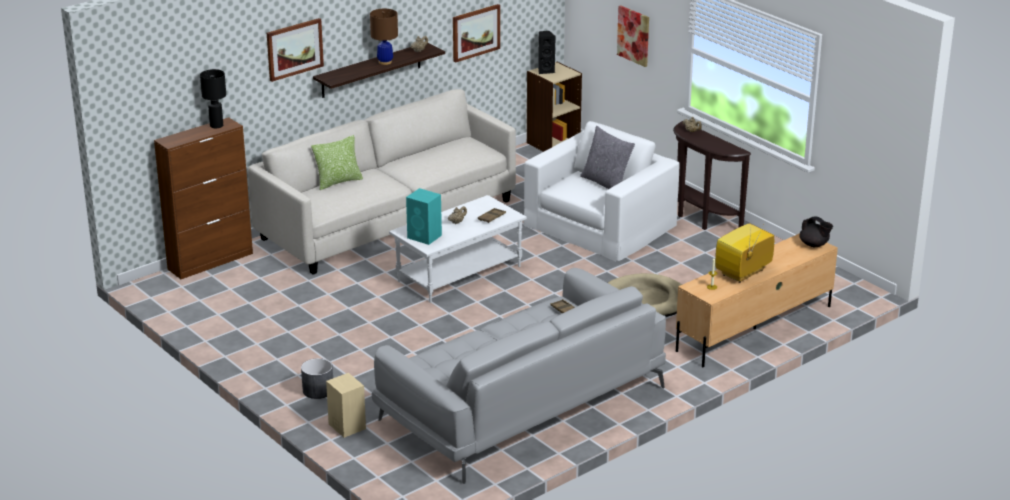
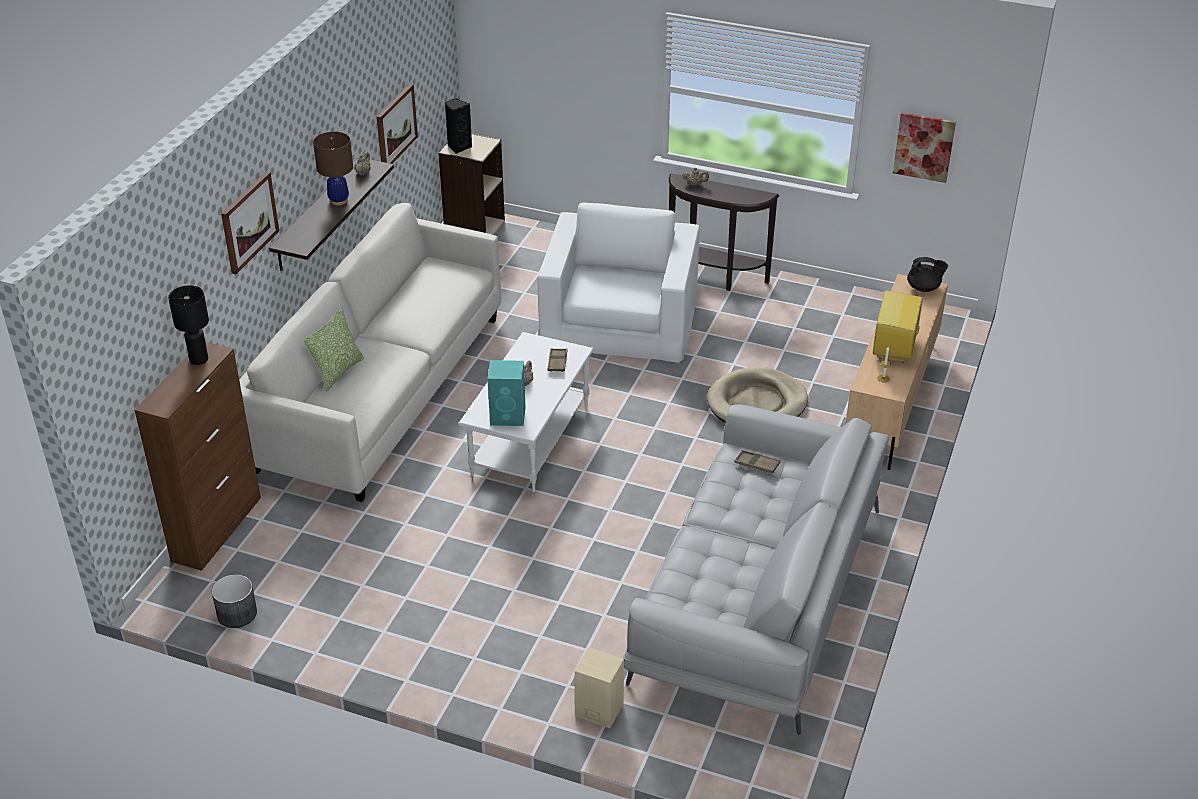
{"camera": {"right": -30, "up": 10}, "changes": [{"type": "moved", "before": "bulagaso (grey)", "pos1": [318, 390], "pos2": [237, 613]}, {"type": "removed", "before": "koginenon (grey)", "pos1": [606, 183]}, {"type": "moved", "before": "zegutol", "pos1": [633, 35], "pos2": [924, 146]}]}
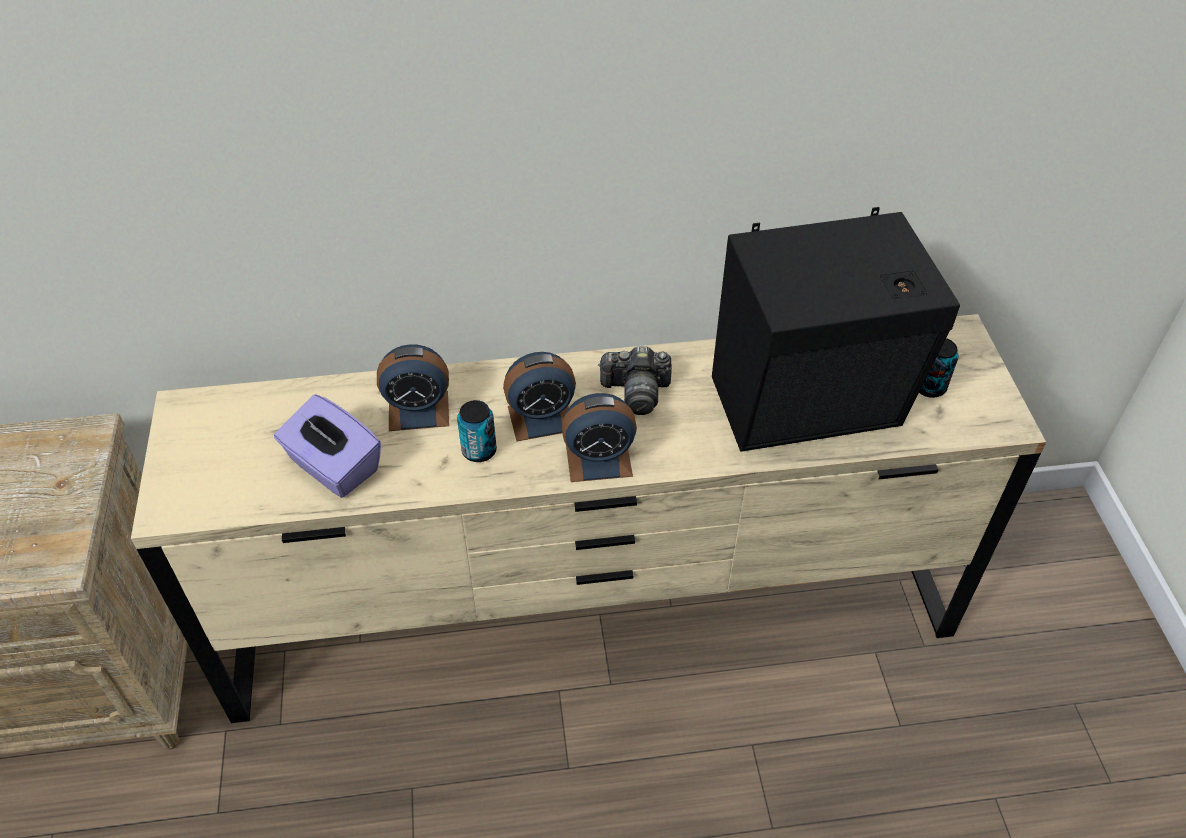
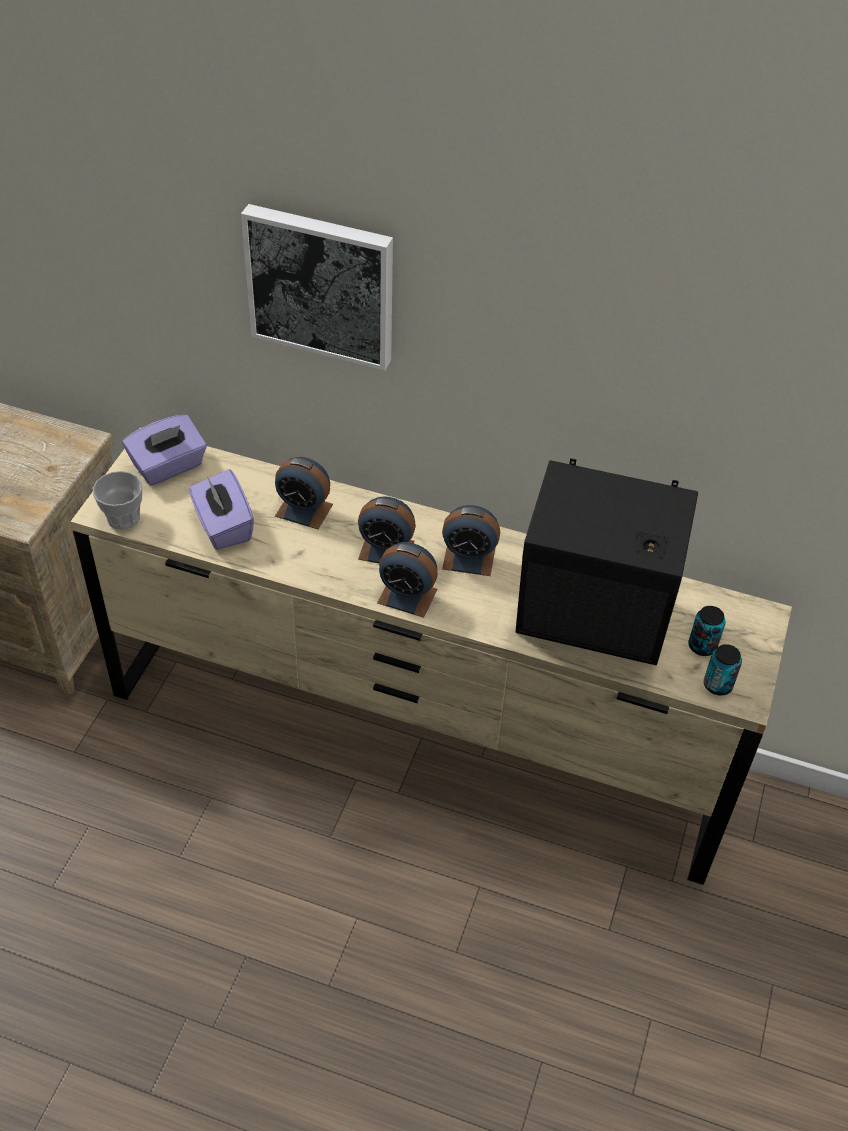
{"camera": {"right": 25, "up": 0}, "changes": [{"type": "moved", "before": "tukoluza", "pos1": [479, 451], "pos2": [717, 685]}, {"type": "replaced", "before": "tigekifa", "after": "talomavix", "pos1": [636, 392], "pos2": [469, 558]}, {"type": "added", "after": "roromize", "pos2": [123, 518]}, {"type": "added", "after": "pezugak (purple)", "pos2": [168, 467]}, {"type": "added", "after": "zegutol", "pos2": [322, 284]}]}
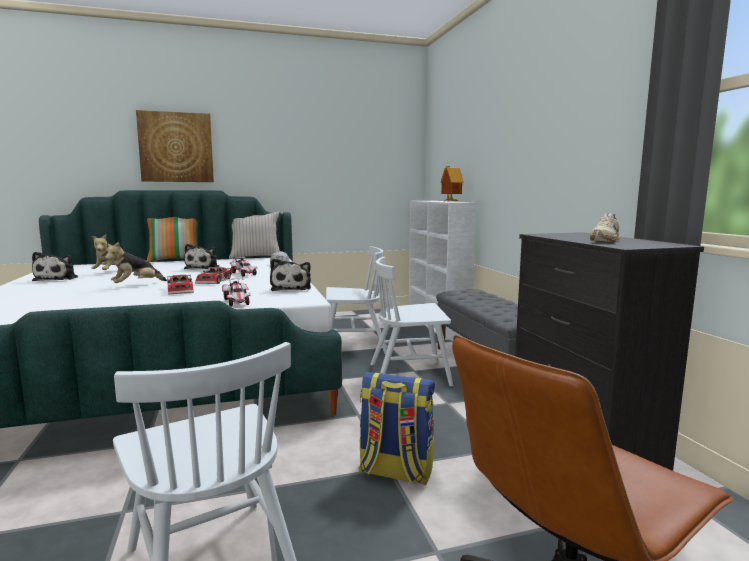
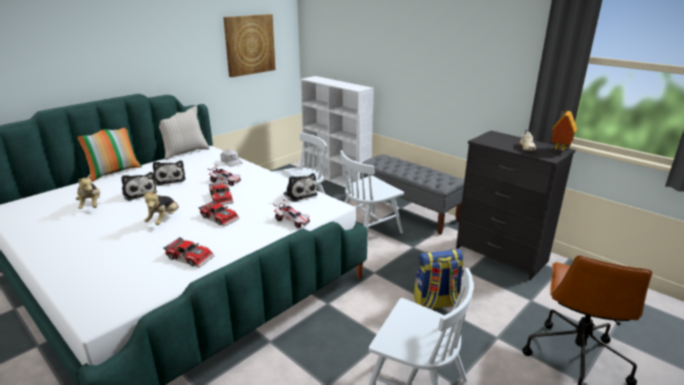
{"camera": {"right": -30, "up": 15}, "changes": [{"type": "moved", "before": "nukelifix", "pos1": [57, 279], "pos2": [139, 193]}, {"type": "moved", "before": "zegutol", "pos1": [176, 147], "pos2": [249, 45]}, {"type": "moved", "before": "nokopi", "pos1": [450, 201], "pos2": [558, 149]}, {"type": "added", "after": "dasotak", "pos2": [190, 256]}]}
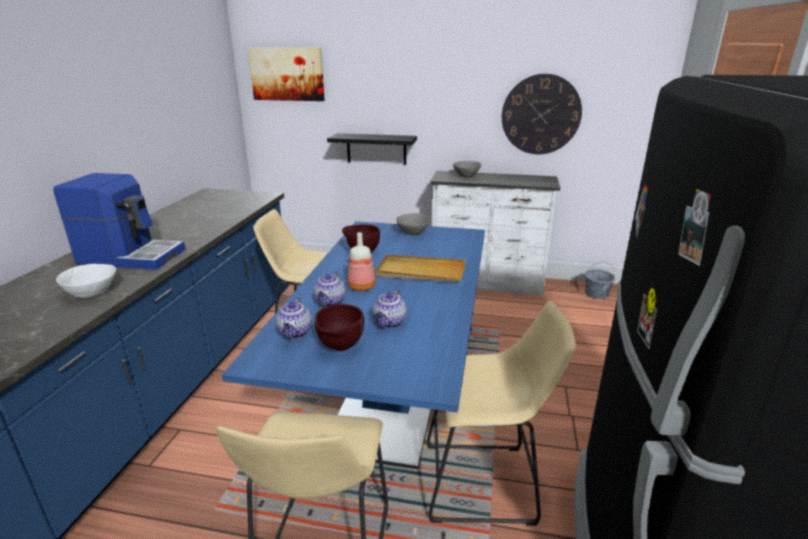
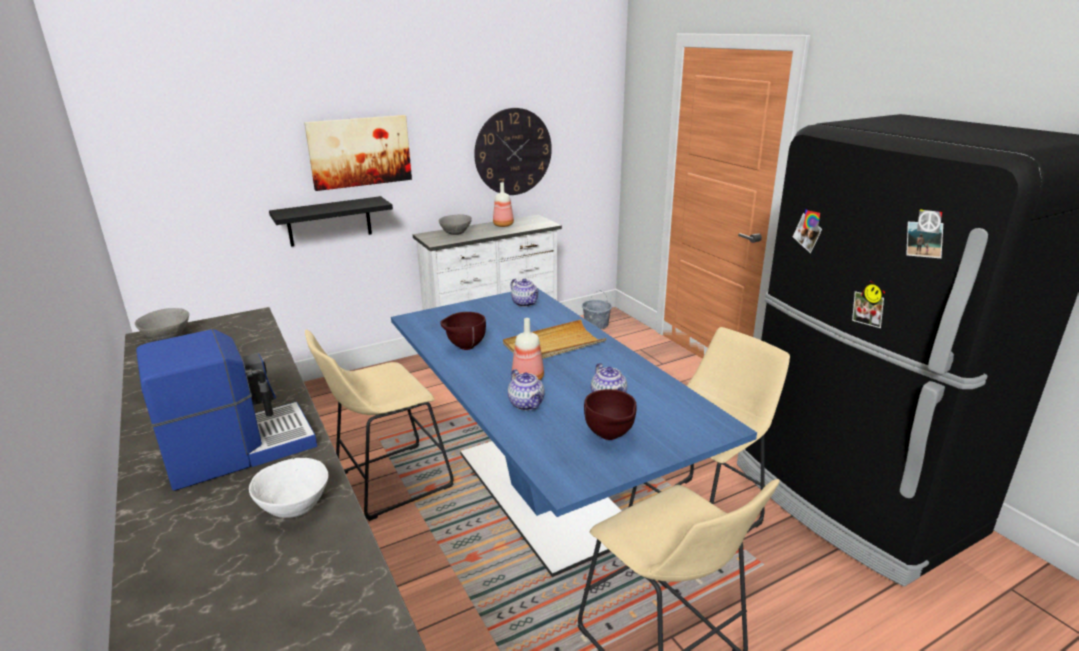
{"camera": {"right": -40, "up": 0}, "changes": [{"type": "moved", "before": "zegutol", "pos1": [287, 74], "pos2": [359, 151]}, {"type": "moved", "before": "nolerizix", "pos1": [295, 333], "pos2": [525, 303]}, {"type": "moved", "before": "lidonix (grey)", "pos1": [412, 232], "pos2": [166, 337]}, {"type": "added", "after": "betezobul", "pos2": [504, 225]}]}
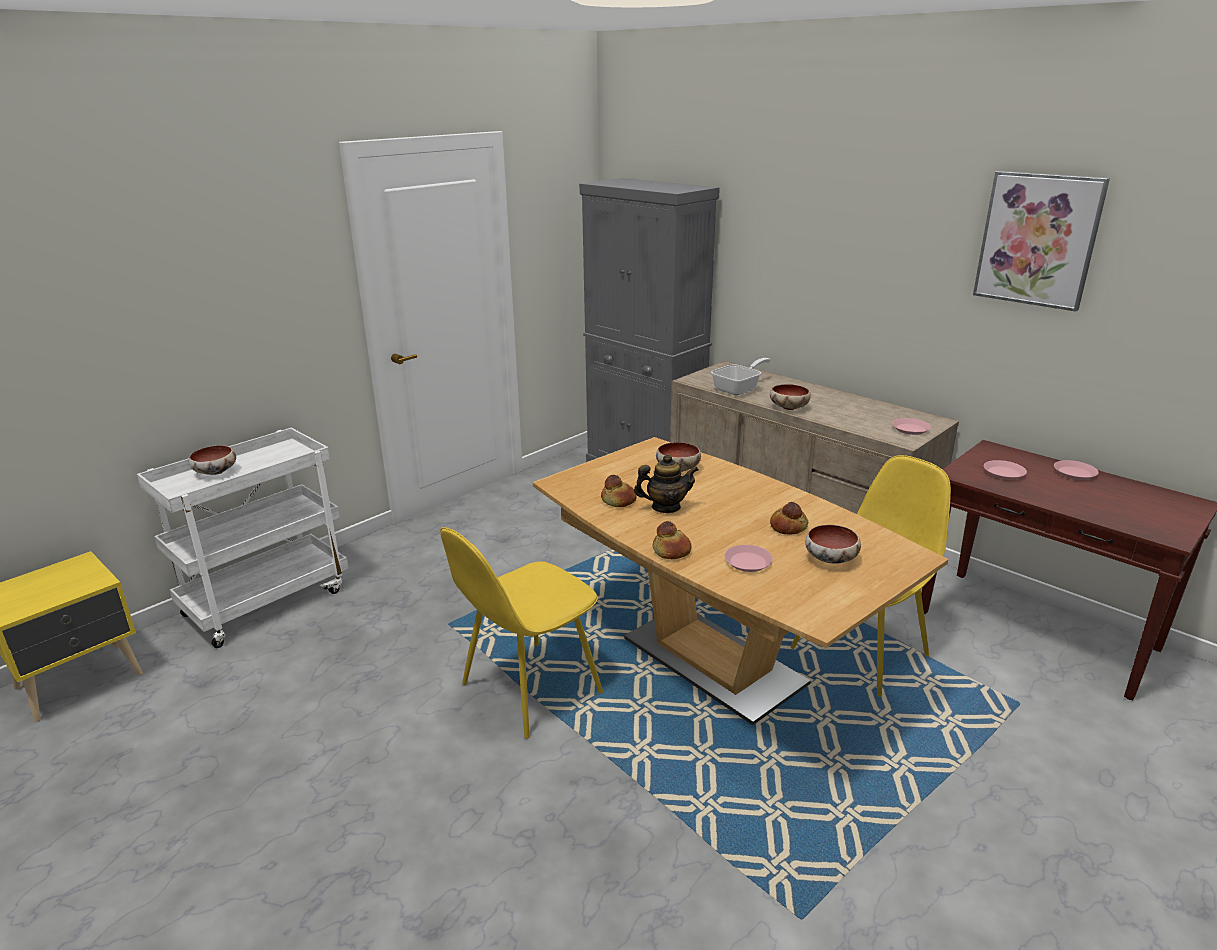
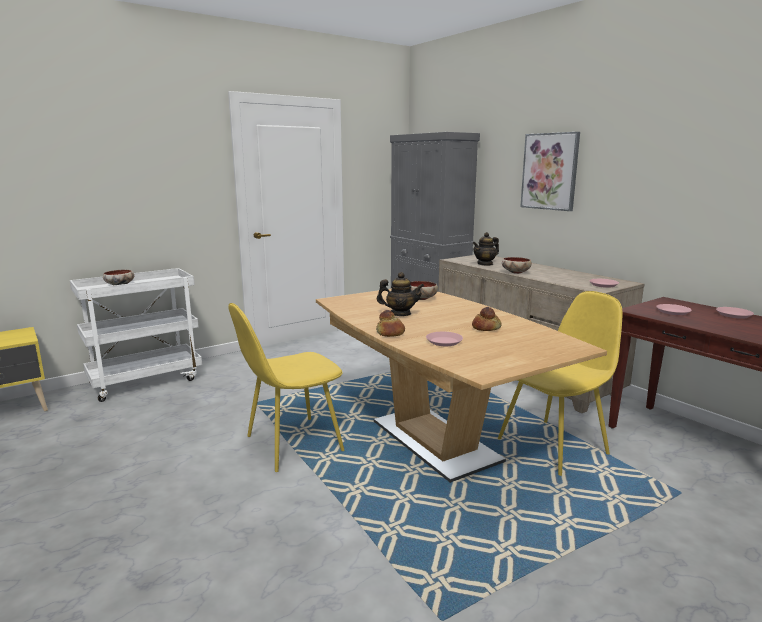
{"camera": {"right": 10, "up": -10}, "changes": [{"type": "removed", "before": "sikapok", "pos1": [619, 500]}, {"type": "replaced", "before": "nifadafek", "after": "nolerizix", "pos1": [739, 388], "pos2": [485, 264]}, {"type": "removed", "before": "lidonix", "pos1": [830, 559]}, {"type": "moved", "before": "zegutol", "pos1": [1038, 240], "pos2": [550, 171]}]}
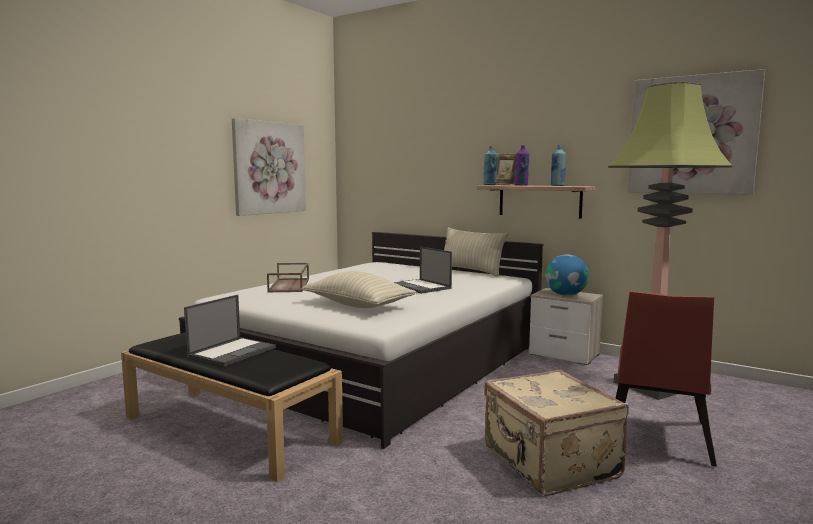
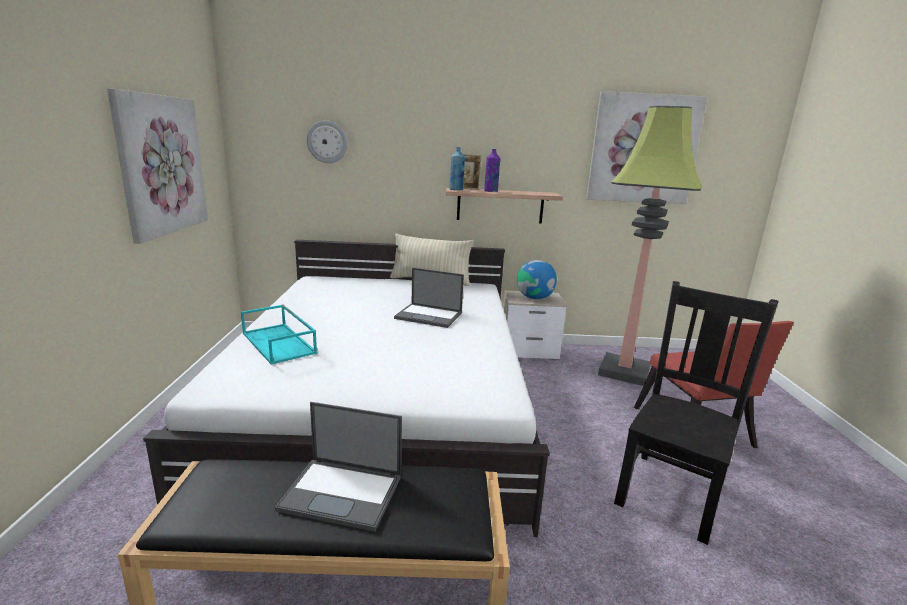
{"camera": {"right": -35, "up": 10}, "changes": [{"type": "turned", "before": "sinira", "pos1": [232, 352], "pos2": [343, 492], "turn": 105}, {"type": "recoloured", "before": "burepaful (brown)", "after": "burepaful (turquoise)", "pos1": [290, 285], "pos2": [280, 343]}, {"type": "removed", "before": "koginenon (beige)", "pos1": [358, 305]}, {"type": "replaced", "before": "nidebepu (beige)", "after": "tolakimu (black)", "pos1": [549, 463], "pos2": [671, 491]}, {"type": "removed", "before": "betezobul (blue)", "pos1": [557, 185]}, {"type": "added", "after": "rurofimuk", "pos2": [327, 142]}]}
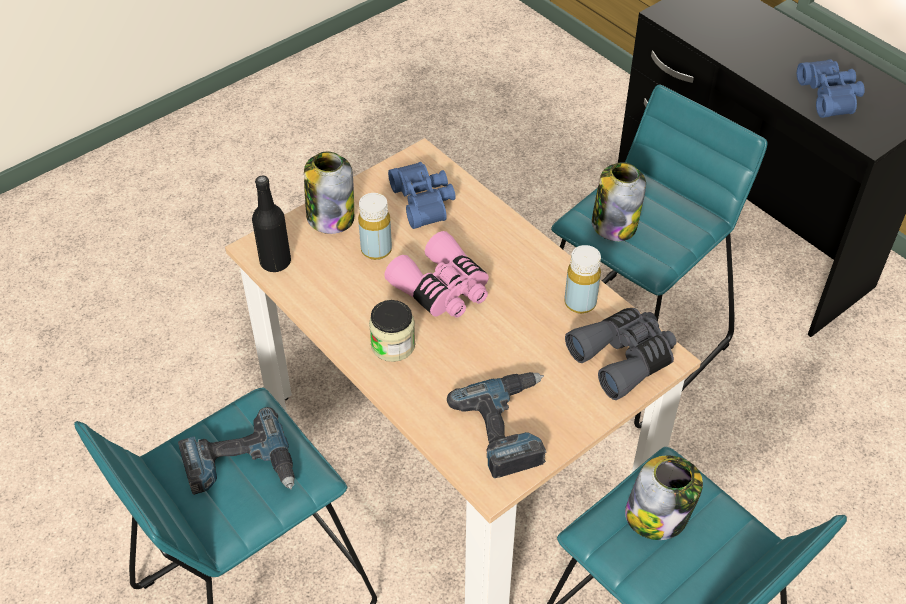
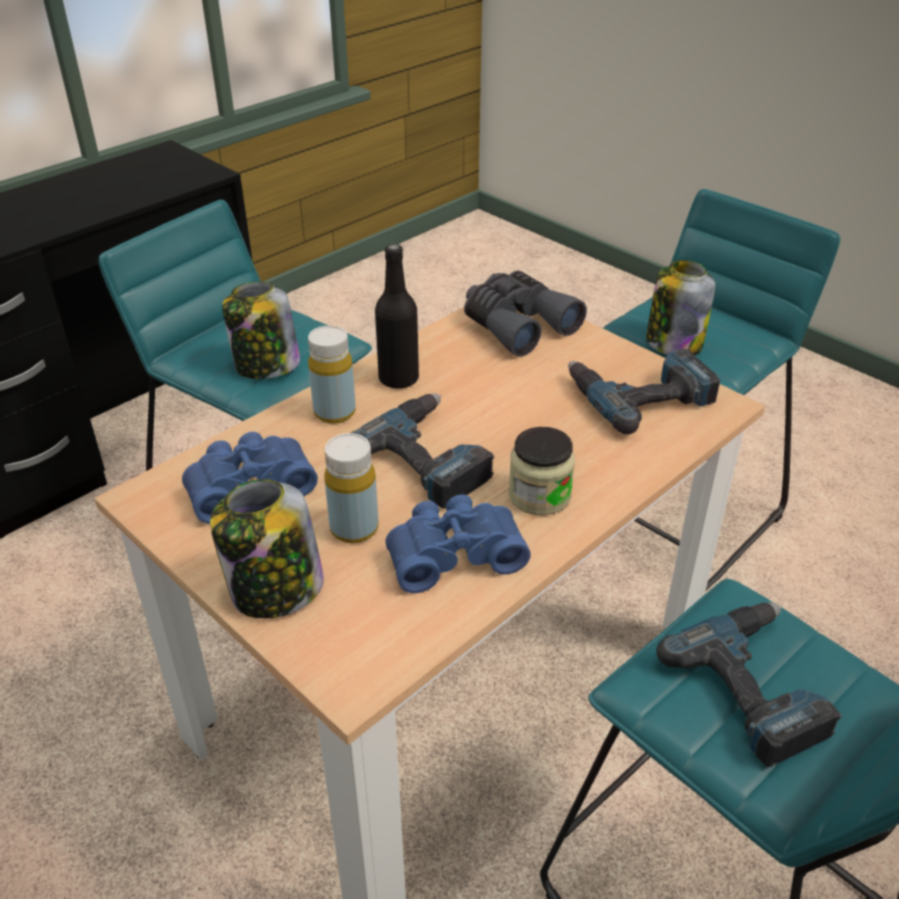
{"camera": {"right": -95, "up": -10}, "changes": [{"type": "moved", "before": "betezobul (black)", "pos1": [275, 262], "pos2": [398, 379]}, {"type": "replaced", "before": "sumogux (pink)", "after": "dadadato", "pos1": [442, 289], "pos2": [430, 457]}, {"type": "moved", "before": "betezobul (yellow)", "pos1": [580, 303], "pos2": [334, 412]}, {"type": "moved", "before": "sumogux (blue)", "pos1": [830, 96], "pos2": [453, 553]}]}
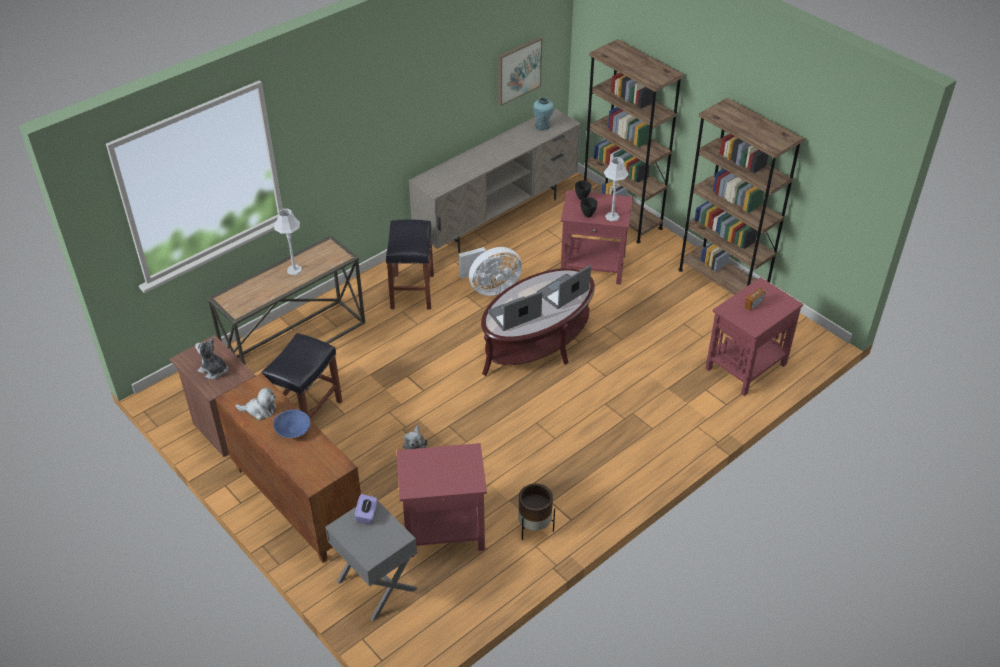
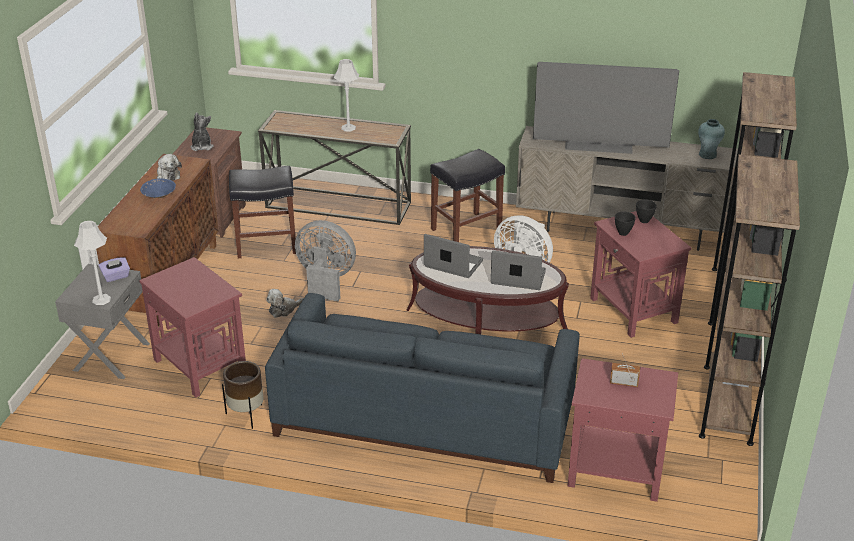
{"camera": {"right": 55, "up": -10}, "changes": [{"type": "removed", "before": "zegutol", "pos1": [518, 70]}, {"type": "moved", "before": "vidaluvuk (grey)", "pos1": [612, 216], "pos2": [101, 299]}, {"type": "added", "after": "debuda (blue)", "pos2": [424, 416]}, {"type": "added", "after": "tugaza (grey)", "pos2": [325, 281]}, {"type": "added", "after": "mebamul", "pos2": [599, 144]}]}
